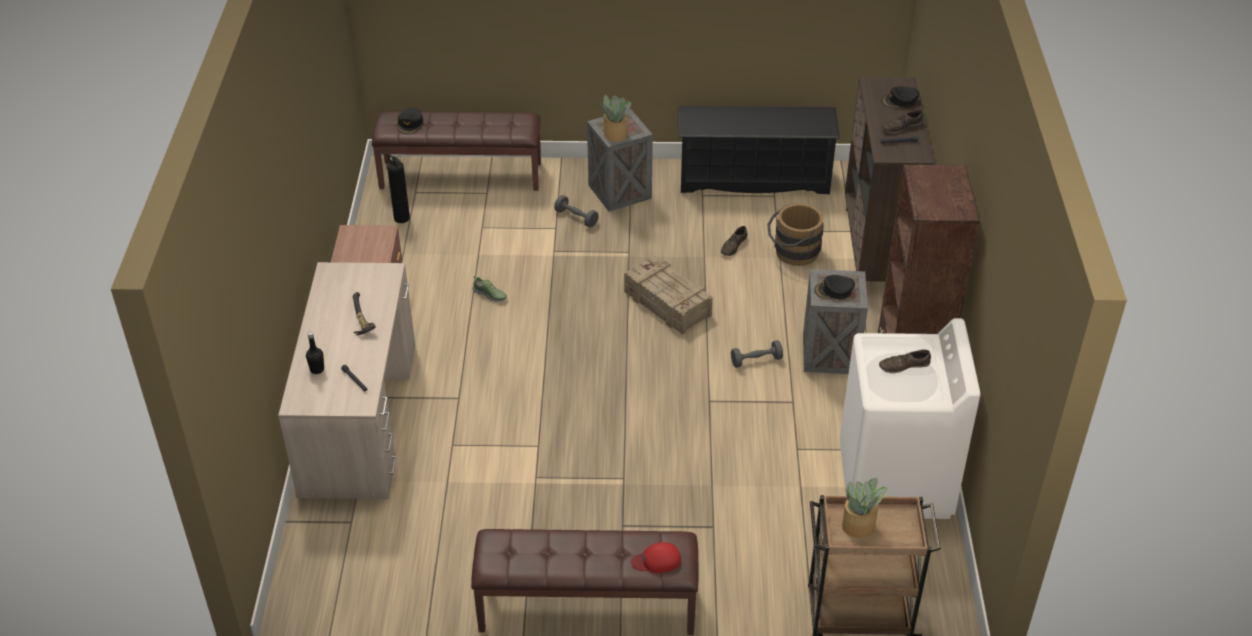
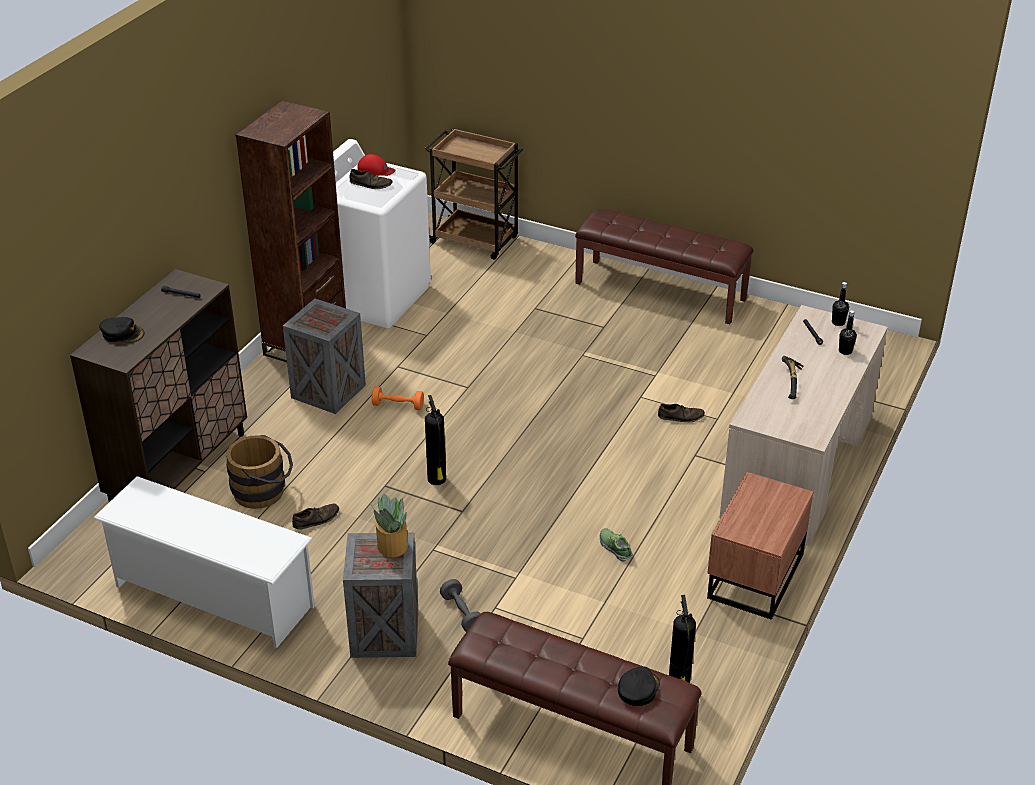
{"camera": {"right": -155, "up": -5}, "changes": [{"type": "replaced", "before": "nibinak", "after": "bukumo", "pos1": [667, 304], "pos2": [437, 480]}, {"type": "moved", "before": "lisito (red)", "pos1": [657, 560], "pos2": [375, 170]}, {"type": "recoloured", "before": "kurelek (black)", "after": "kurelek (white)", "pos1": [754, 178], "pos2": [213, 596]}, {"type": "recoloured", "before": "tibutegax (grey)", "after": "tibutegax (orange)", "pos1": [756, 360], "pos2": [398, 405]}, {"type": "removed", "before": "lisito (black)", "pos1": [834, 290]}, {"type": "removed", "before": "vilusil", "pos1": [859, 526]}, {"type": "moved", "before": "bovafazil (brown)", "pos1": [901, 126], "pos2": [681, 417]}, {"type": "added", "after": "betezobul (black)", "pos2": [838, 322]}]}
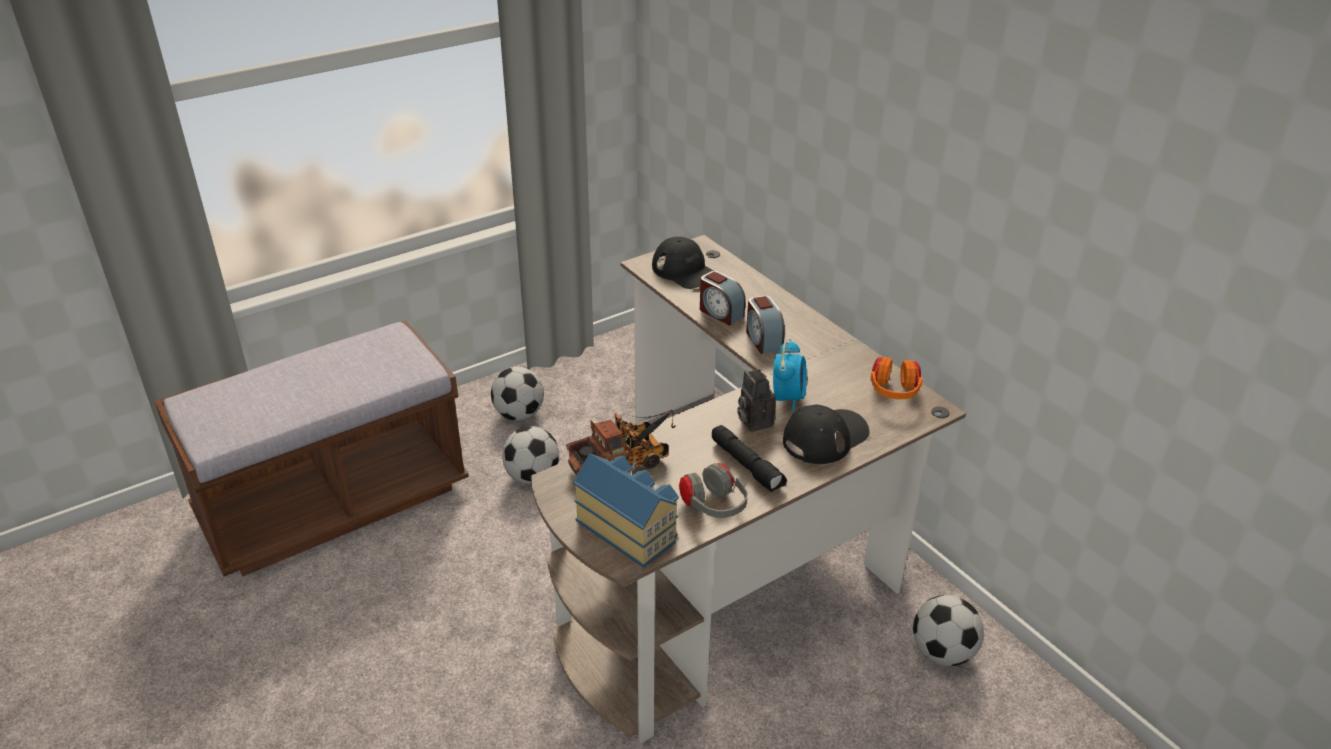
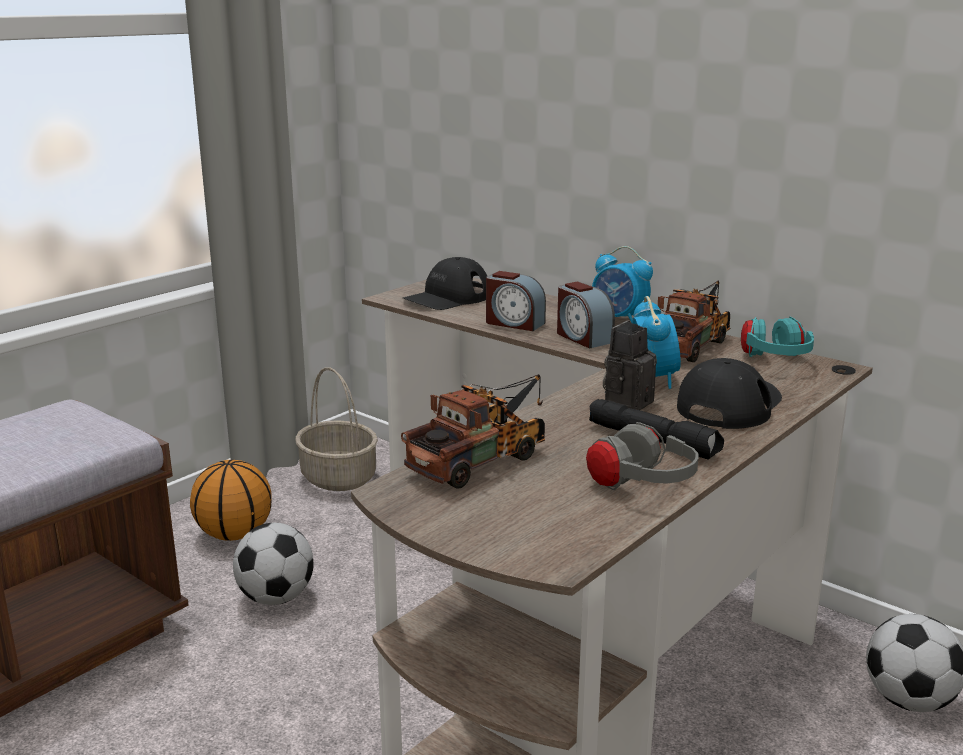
{"camera": {"right": -15, "up": -15}, "changes": [{"type": "replaced", "before": "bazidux", "after": "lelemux", "pos1": [519, 415], "pos2": [235, 535]}, {"type": "removed", "before": "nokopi", "pos1": [628, 528]}, {"type": "turned", "before": "lisito (black)", "pos1": [685, 271], "pos2": [447, 298], "turn": 105}, {"type": "turned", "before": "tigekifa", "pos1": [753, 421], "pos2": [627, 402], "turn": 75}, {"type": "recoloured", "before": "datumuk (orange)", "after": "datumuk (turquoise)", "pos1": [893, 393], "pos2": [775, 361]}, {"type": "added", "after": "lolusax", "pos2": [337, 477]}, {"type": "added", "after": "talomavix", "pos2": [618, 319]}, {"type": "added", "after": "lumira", "pos2": [691, 345]}]}
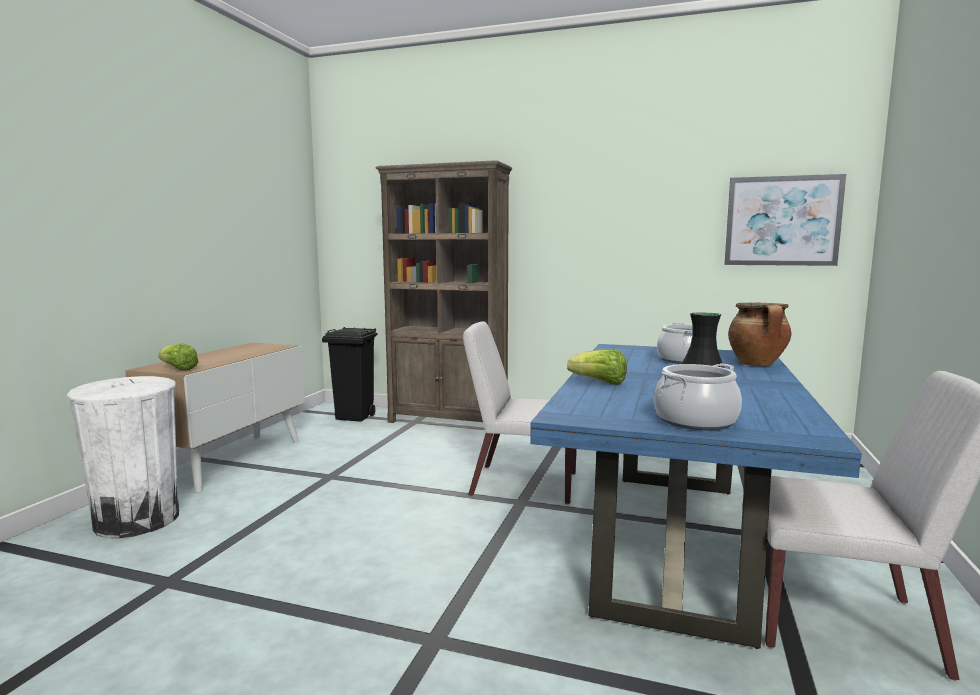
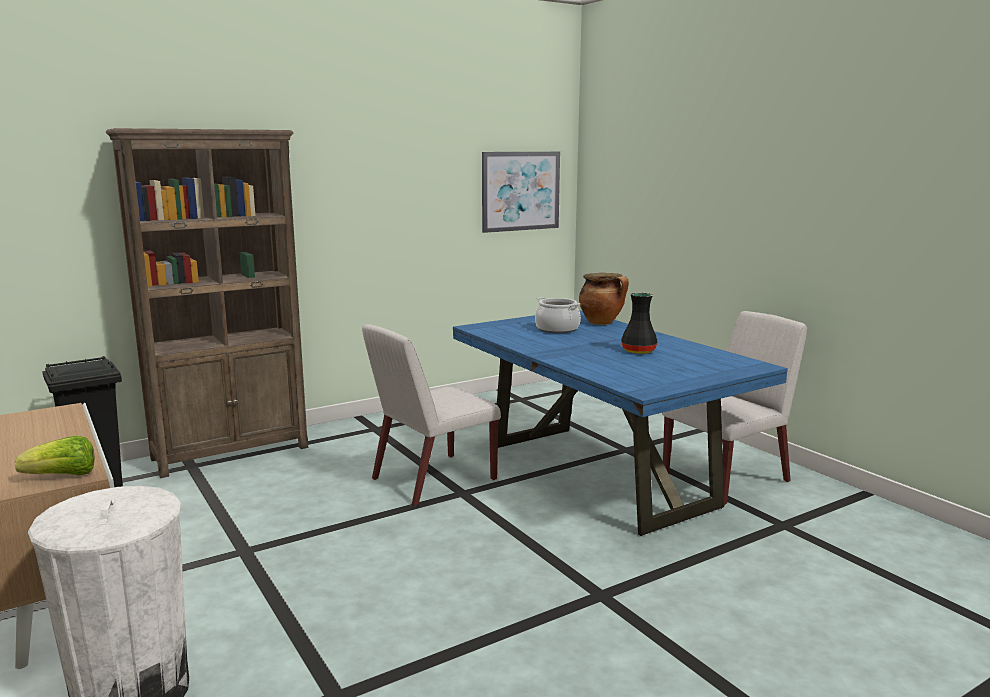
{"camera": {"right": -50, "up": 5}, "changes": [{"type": "removed", "before": "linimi", "pos1": [599, 383]}, {"type": "removed", "before": "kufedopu", "pos1": [695, 421]}]}
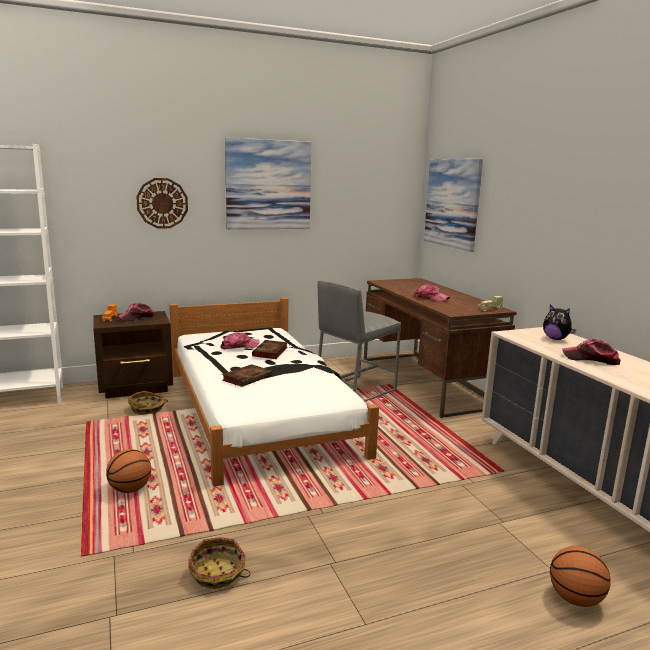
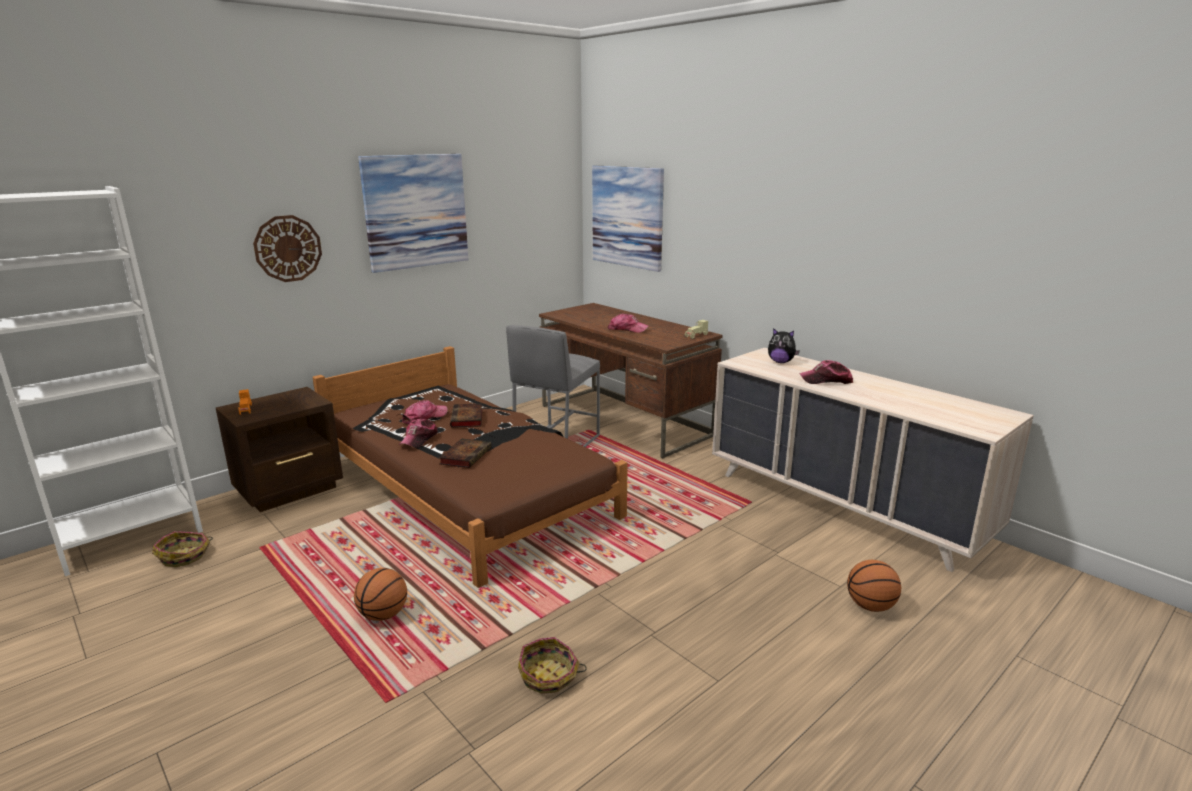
{"camera": {"right": -20, "up": 5}, "changes": [{"type": "moved", "before": "lisito", "pos1": [136, 317], "pos2": [419, 439]}, {"type": "moved", "before": "lolusax", "pos1": [147, 409], "pos2": [185, 556]}, {"type": "recoloured", "before": "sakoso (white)", "after": "sakoso (brown)", "pos1": [258, 410], "pos2": [464, 489]}]}
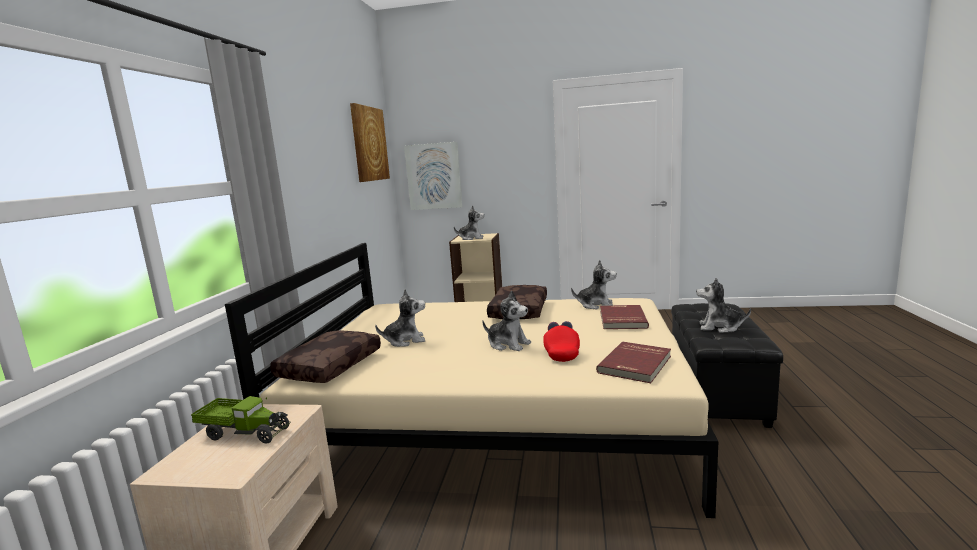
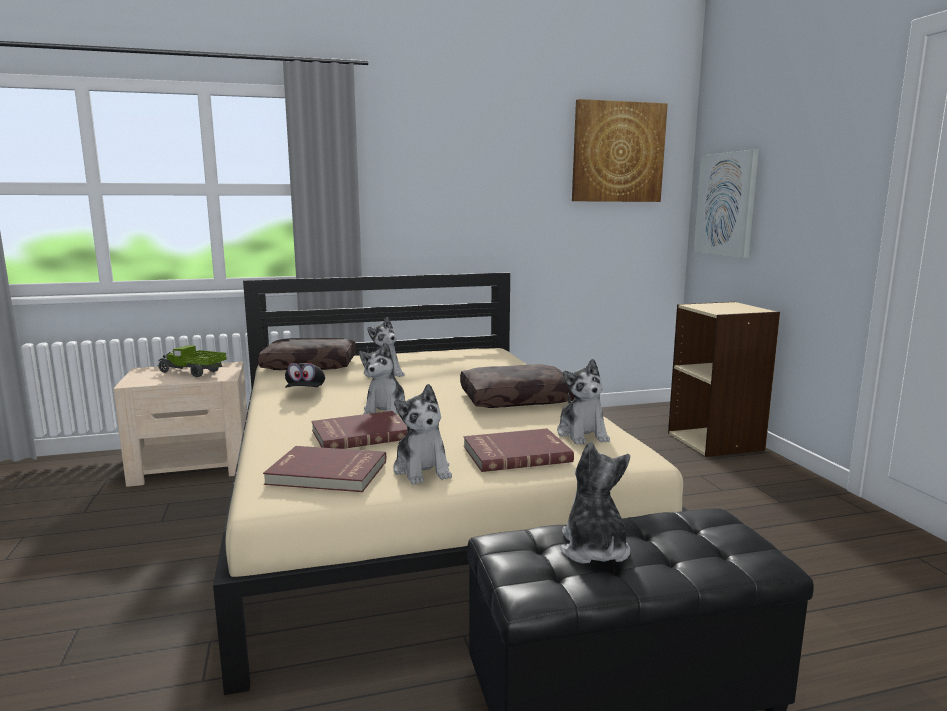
{"camera": {"right": 65, "up": 0}, "changes": [{"type": "turned", "before": "lumira", "pos1": [244, 432], "pos2": [192, 372], "turn": 120}, {"type": "moved", "before": "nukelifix", "pos1": [471, 238], "pos2": [422, 470]}, {"type": "replaced", "before": "lisito (red)", "after": "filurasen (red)", "pos1": [561, 353], "pos2": [360, 434]}, {"type": "added", "after": "lisito (black)", "pos2": [305, 392]}]}
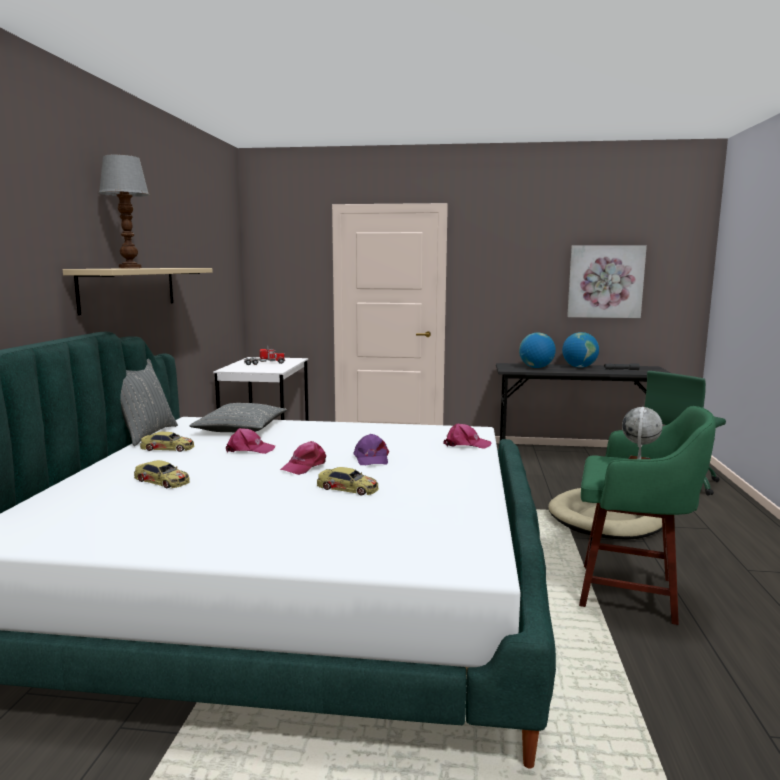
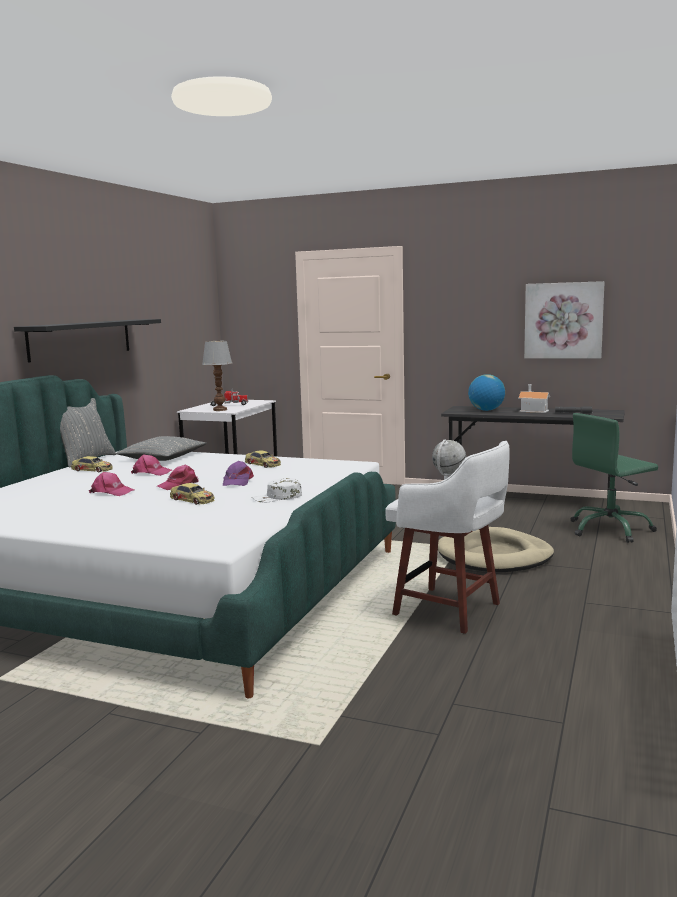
{"camera": {"right": 15, "up": 0}, "changes": [{"type": "recoloured", "before": "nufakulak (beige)", "after": "nufakulak (black)", "pos1": [129, 288], "pos2": [81, 339]}, {"type": "moved", "before": "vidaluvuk", "pos1": [130, 268], "pos2": [220, 410]}, {"type": "moved", "before": "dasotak", "pos1": [162, 481], "pos2": [263, 464]}, {"type": "moved", "before": "lisito (pink)", "pos1": [466, 444], "pos2": [111, 492]}, {"type": "replaced", "before": "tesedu", "after": "nokopi", "pos1": [579, 367], "pos2": [533, 410]}, {"type": "recoloured", "before": "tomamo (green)", "after": "tomamo (white)", "pos1": [632, 593], "pos2": [450, 610]}, {"type": "added", "after": "lisito (white)", "pos2": [277, 497]}]}
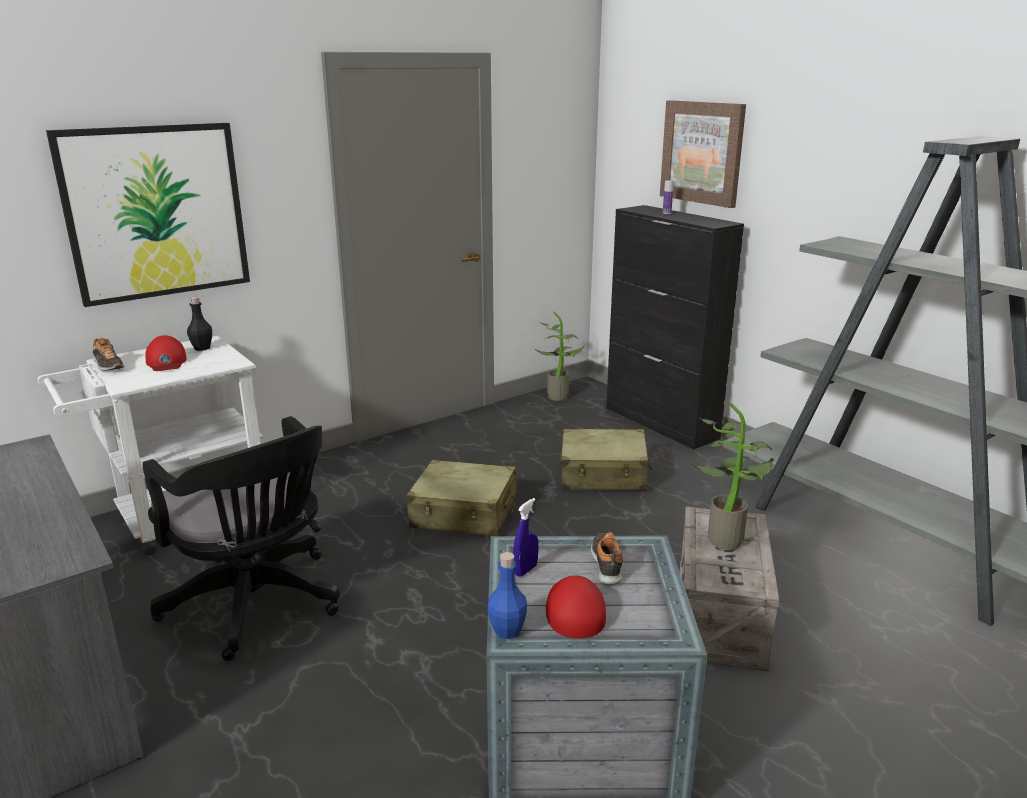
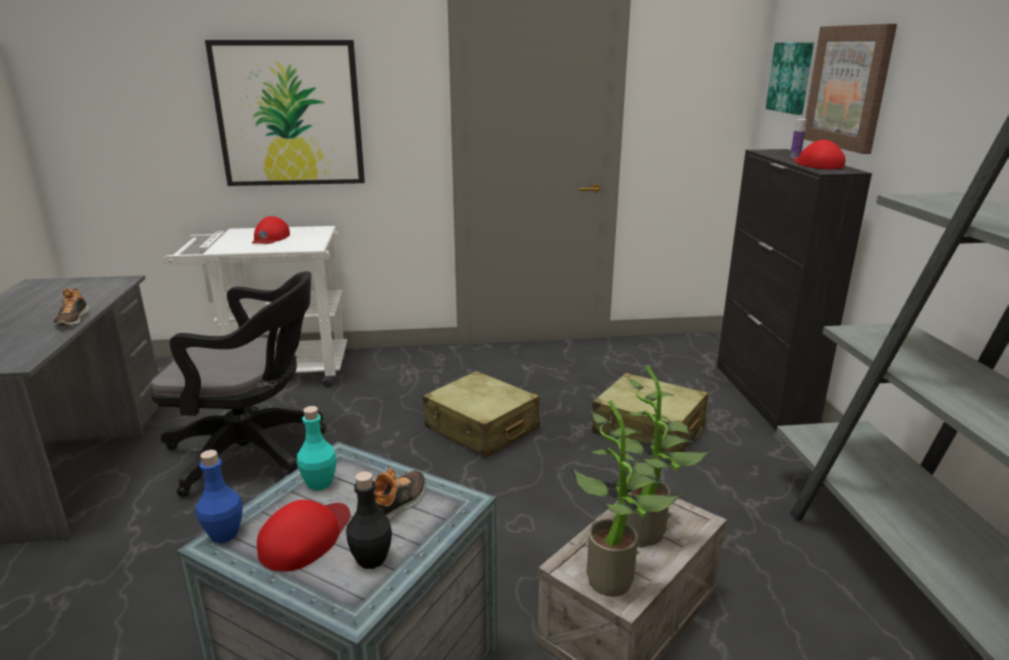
{"camera": {"right": 30, "up": 0}, "changes": [{"type": "moved", "before": "bovafazil", "pos1": [108, 365], "pos2": [72, 319]}, {"type": "turned", "before": "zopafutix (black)", "pos1": [257, 605], "pos2": [254, 453], "turn": -75}, {"type": "moved", "before": "betezobul (black)", "pos1": [202, 348], "pos2": [371, 559]}, {"type": "replaced", "before": "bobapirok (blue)", "after": "betezobul (turquoise)", "pos1": [525, 570], "pos2": [319, 483]}, {"type": "moved", "before": "vilusil", "pos1": [559, 396], "pos2": [616, 578]}, {"type": "added", "after": "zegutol", "pos2": [791, 77]}, {"type": "added", "after": "lisito (red)", "pos2": [816, 164]}]}
